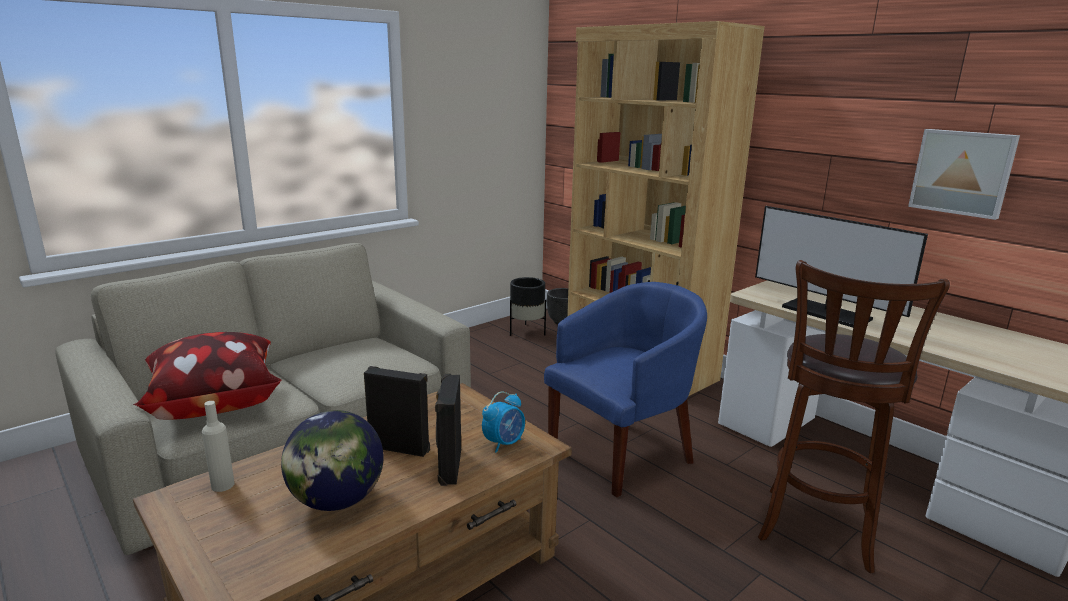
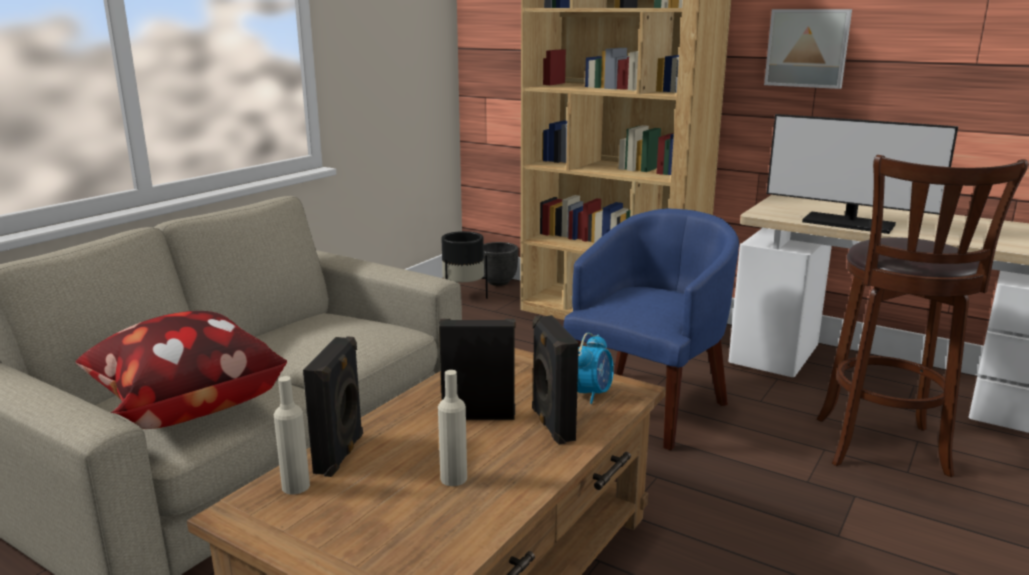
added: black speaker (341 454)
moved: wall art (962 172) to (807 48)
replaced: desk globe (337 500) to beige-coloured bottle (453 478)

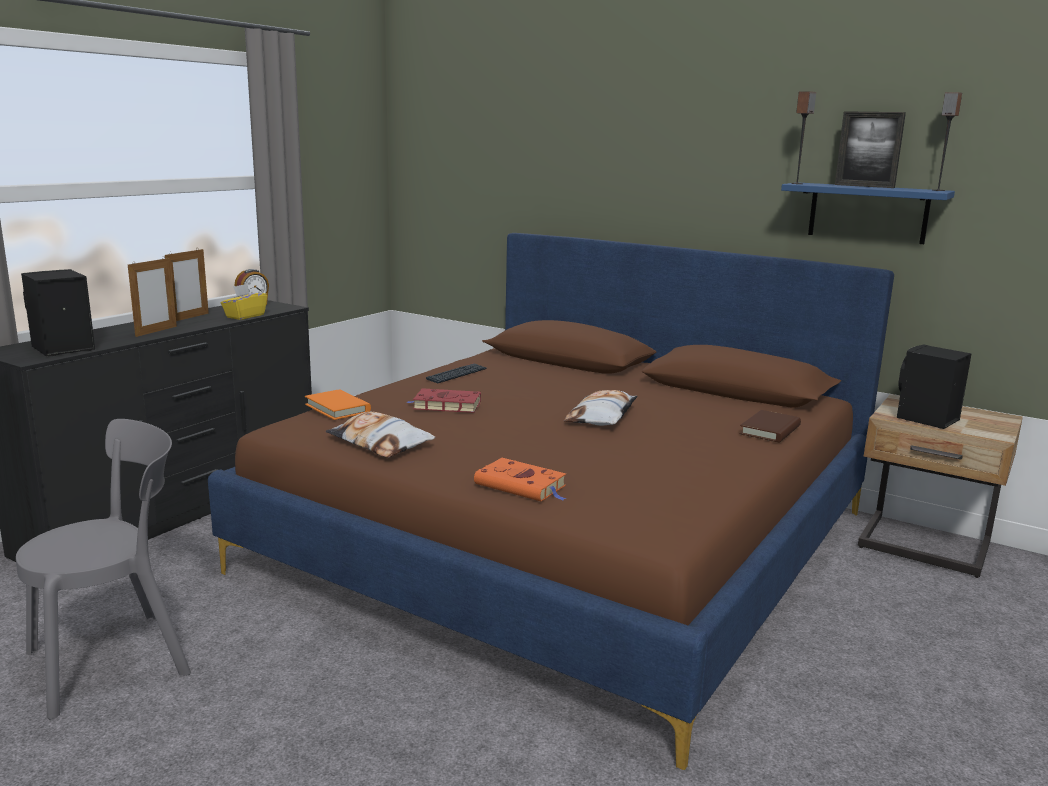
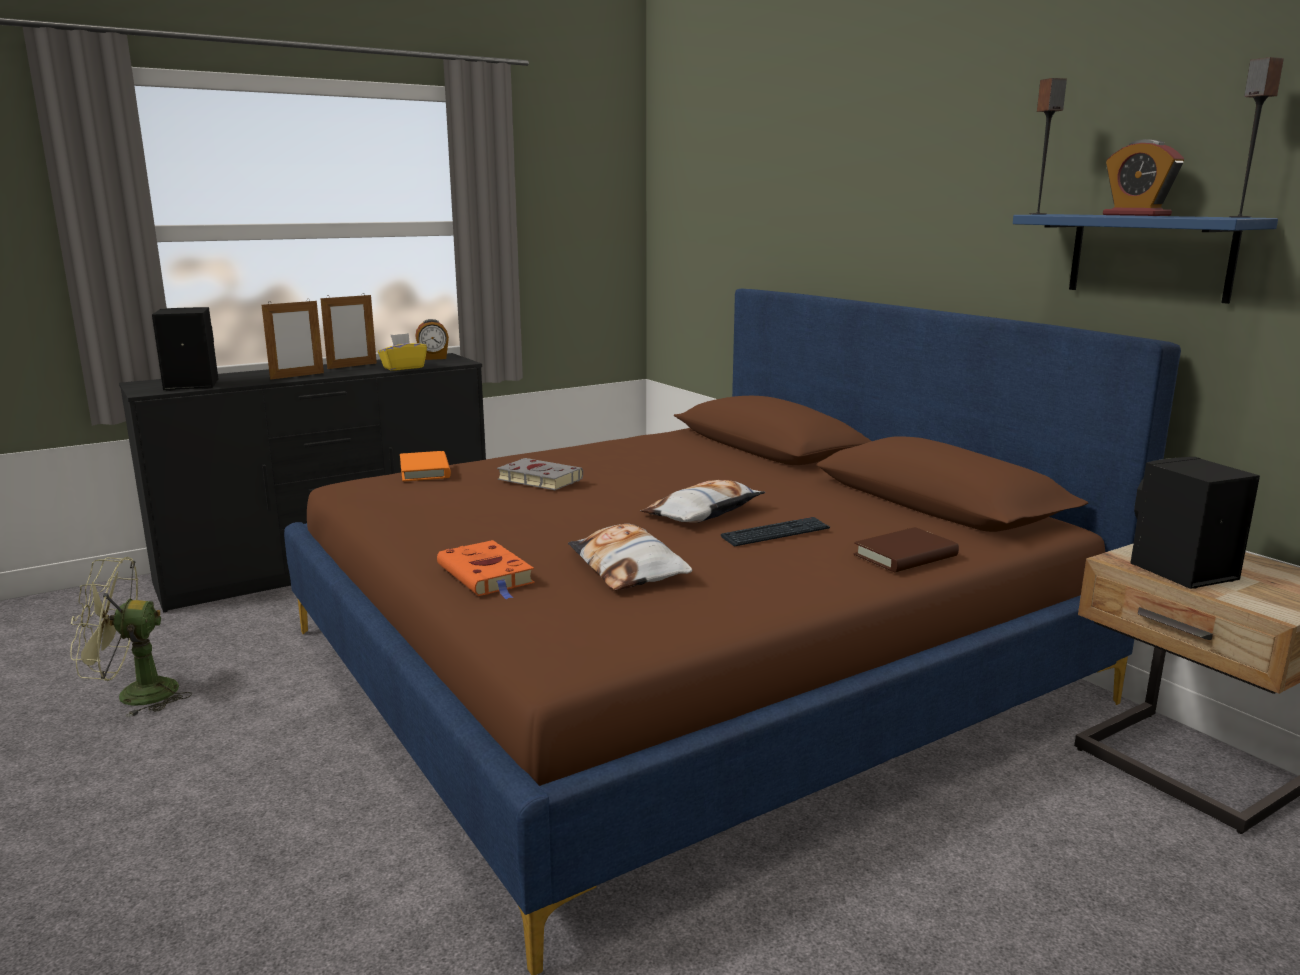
moved: pillow (380 443) to (628 568); keyboard (457 374) to (776 533)
replaced: grey plain chair (117 659) to green-coloured cooling fan (134 696); photo frame (864 186) to alarm clock (1136 215)
recoloured: red volume (445 405) to grey volume (537 479)

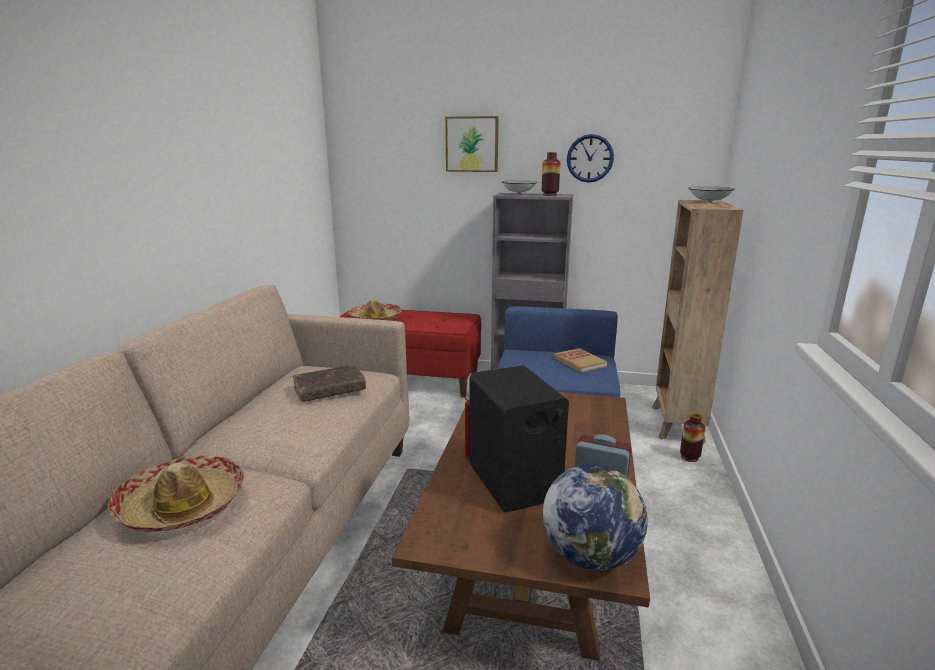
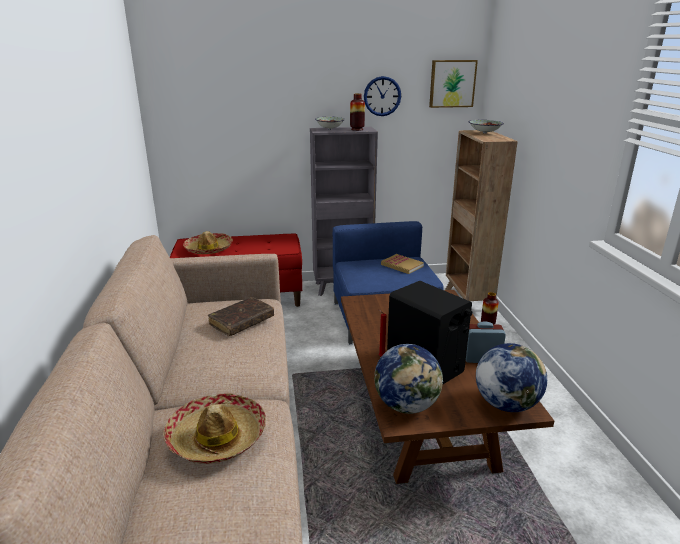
added: desk globe (407 405)
moved: wall art (472 144) to (452 83)

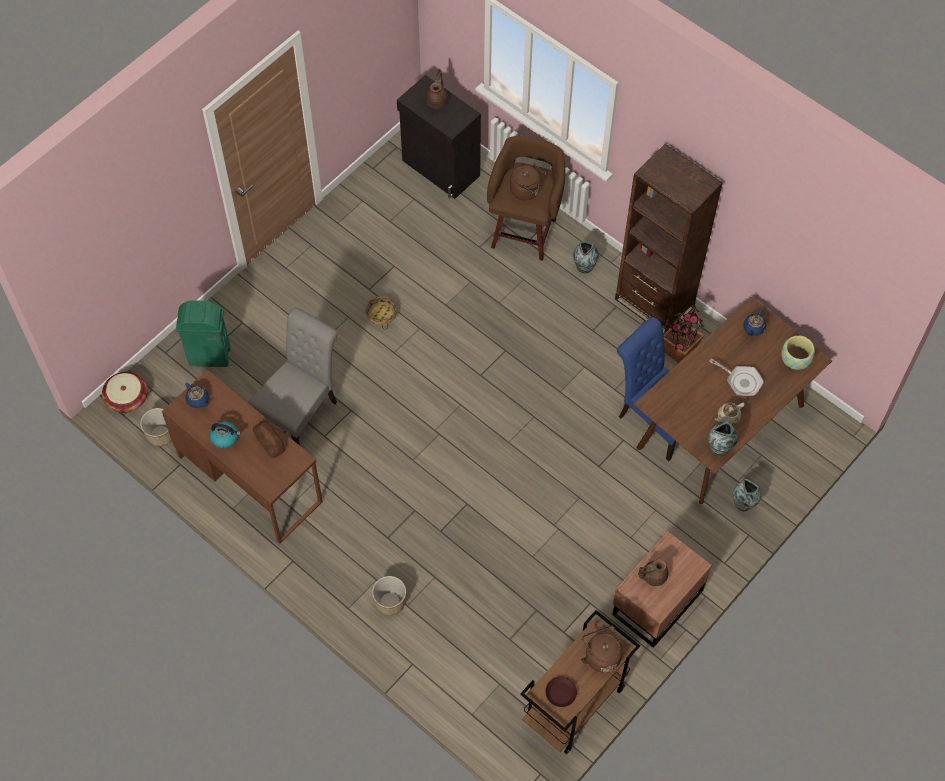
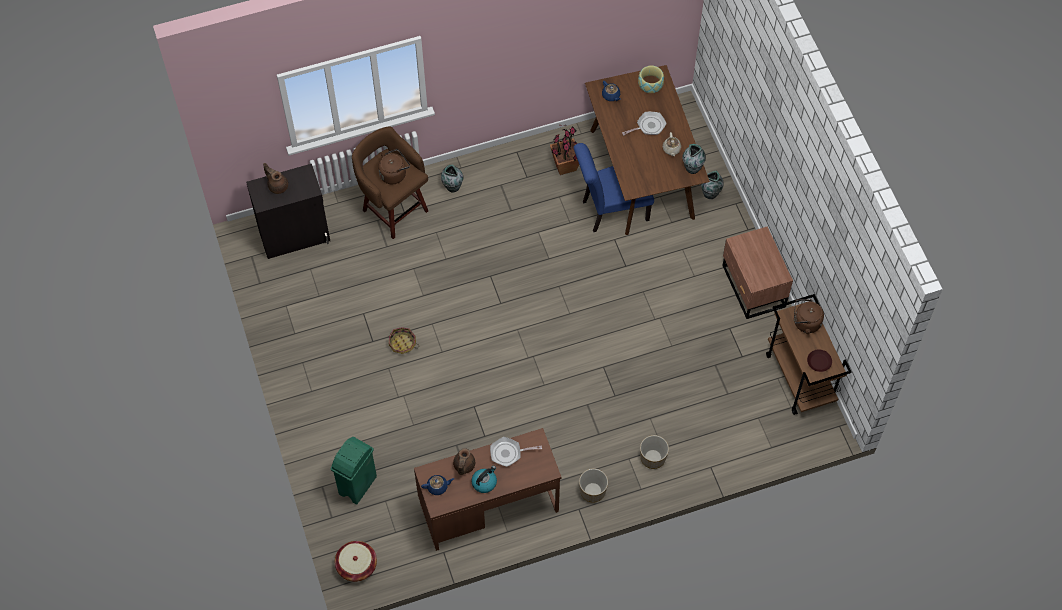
removed: grey plain chair (301 412); brownish shelving unit (654 303)
moved: brownish teapot (653 576) to (463 466); flower pot (160 434) to (593 491)
replaced: bakery bread (269 443) to skillet (508 453)

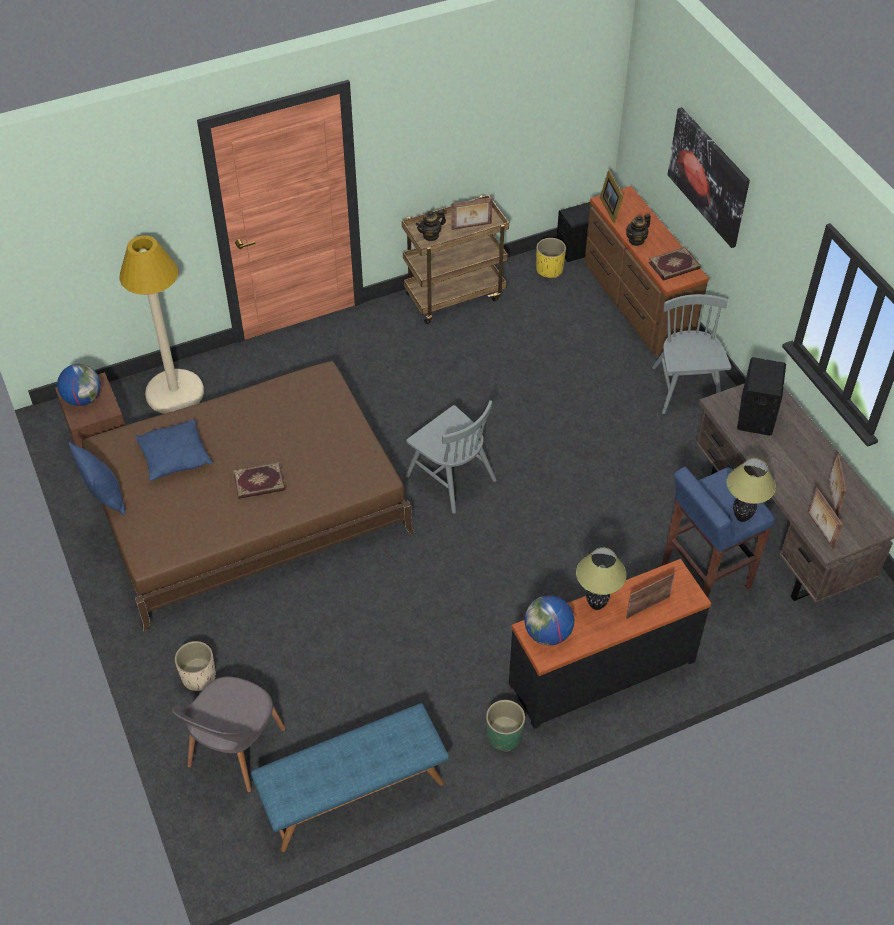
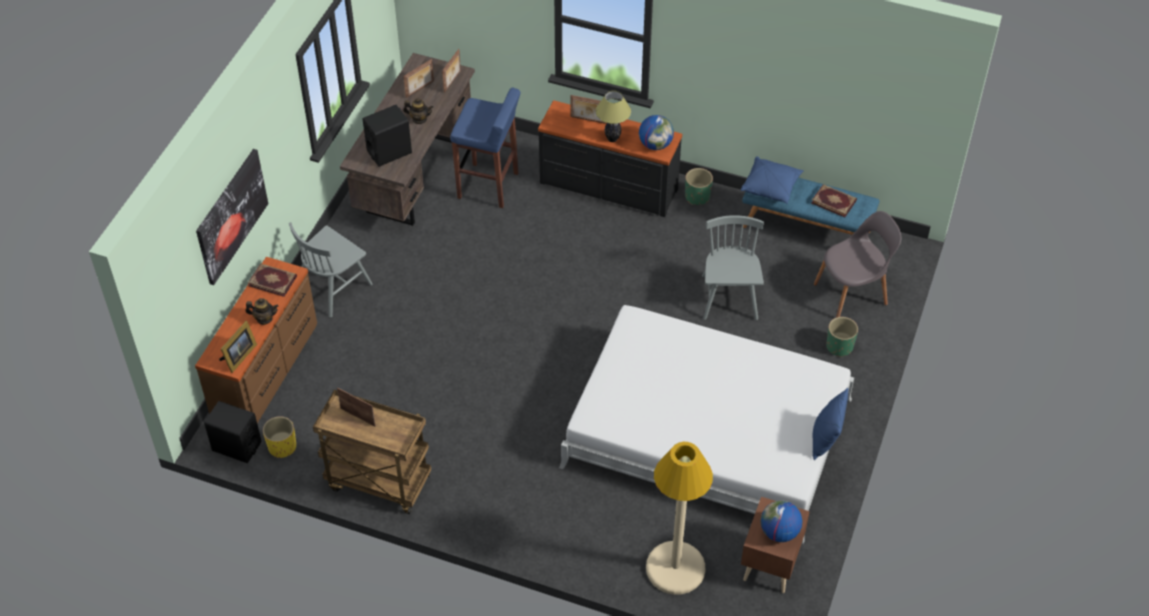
removed: tabletop lamp (742 517)
moved: teapot (431 236) to (419 119); grey plain chair (450 478) to (729 298); bluish pillow (174 457) to (771 186); volume (259 483) to (834 201)
recoloured: brownish sleeping bed (248 504) to whitish sleeping bed (707 433); beige-coloured flower pot (199 677) to green-coloured flower pot (839 346)

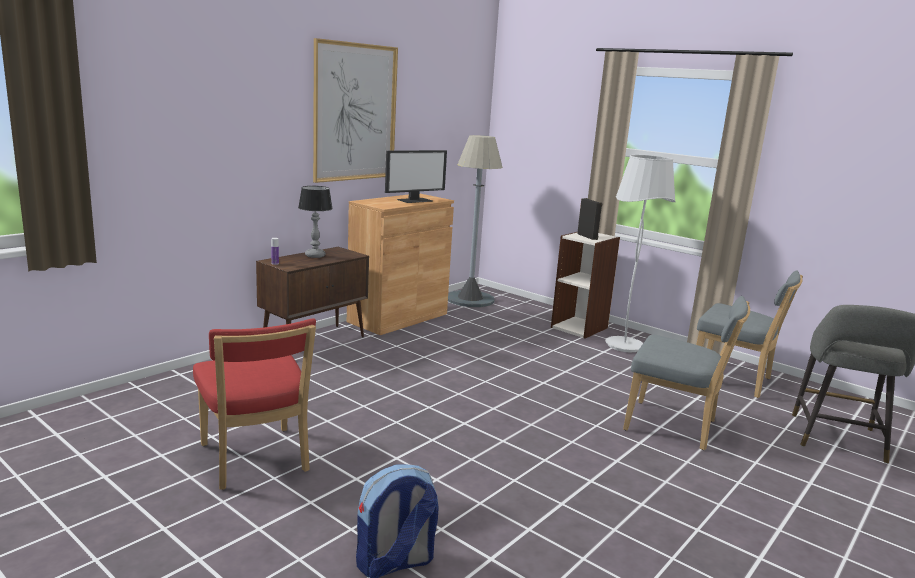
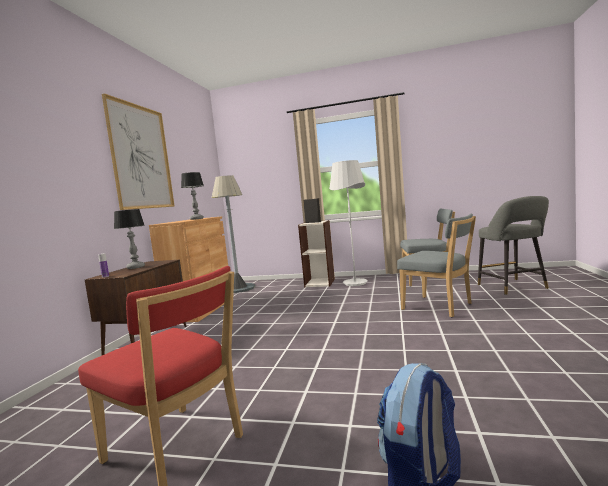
replaced: computer screen (415 200) to tabletop lamp (196 219)
turned: grey plain chair (675 427) = (440 307) 45 degrees clockwise

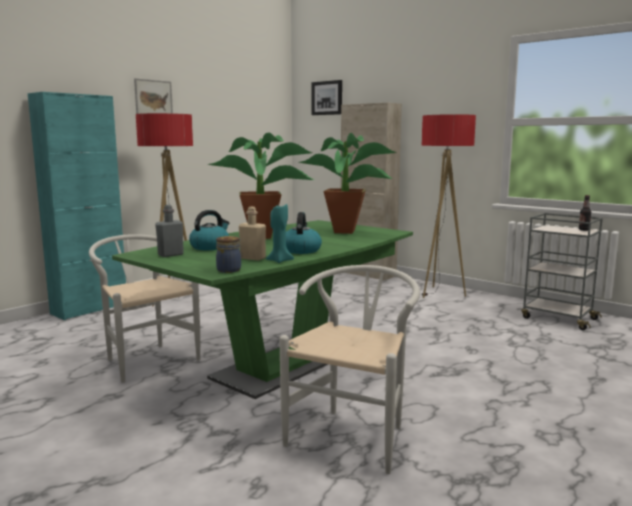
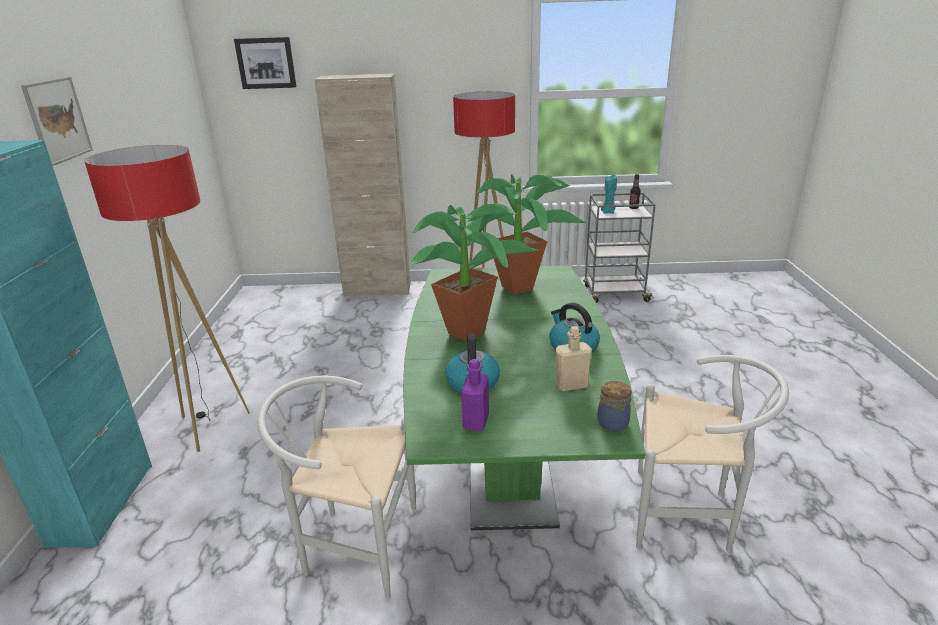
moved: blue-green wax candle (279 261) to (608 212)
recoloured: grey bottle (170 255) to purple bottle (476 422)
turned: whitish plain chair (354 434) = (690 515) 120 degrees clockwise

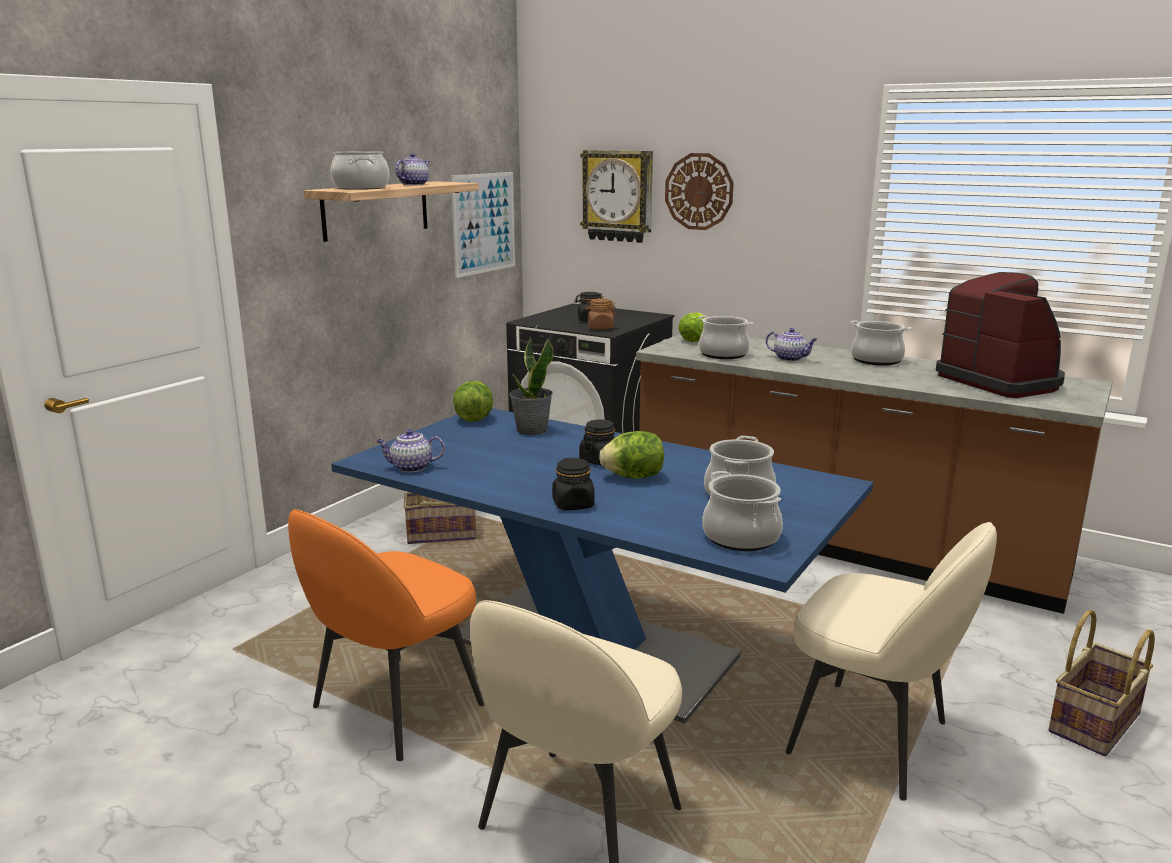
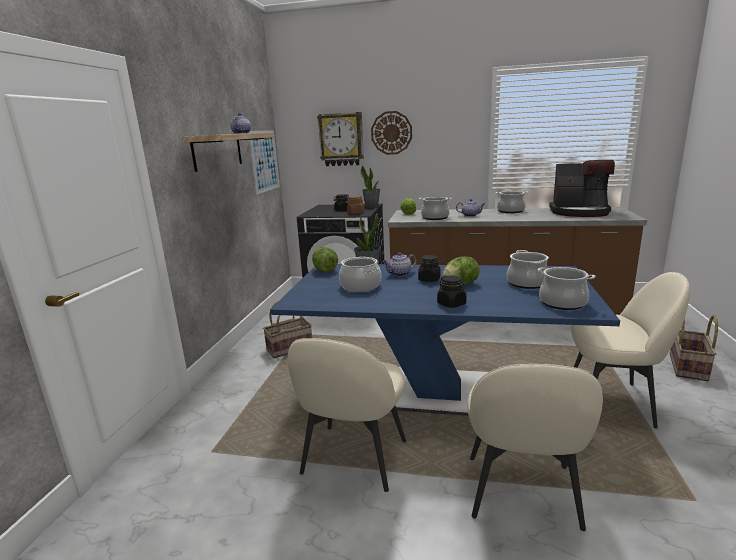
added: houseplant (371 206)
moved: cooking pot (361 188) to (361 286); teapot (411 467) to (399 274)
recoloured: orangey plain chair (394 708) to beige-coloured plain chair (353 459)
turned: coffee machine (1001 381) = (580 212) 150 degrees clockwise

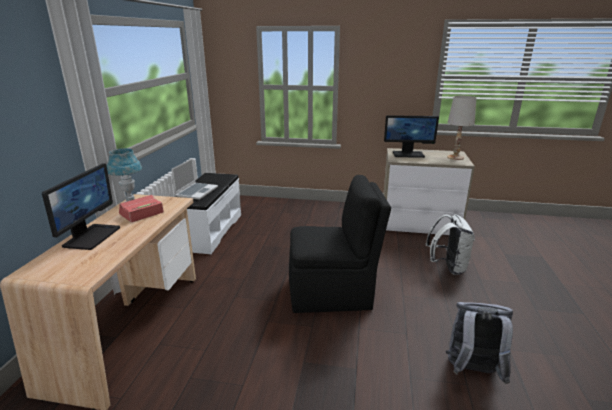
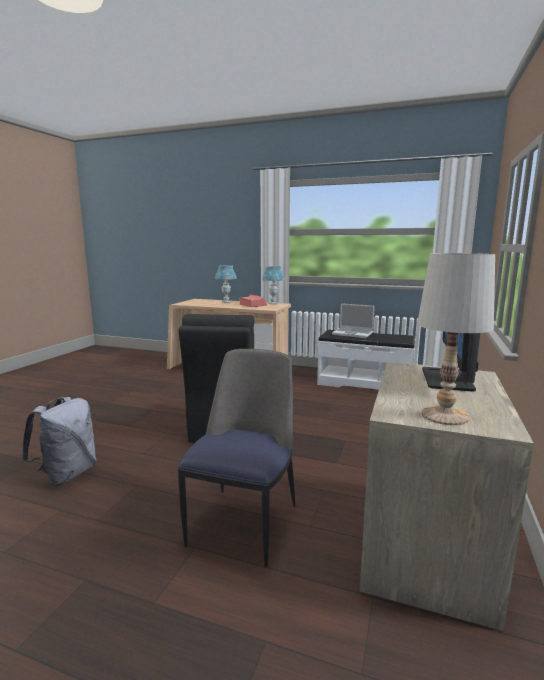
replaced: whitish rucksack (447 267) to plain chair (244 522); computer screen (91 236) to bluish tabletop lamp (226 302)

